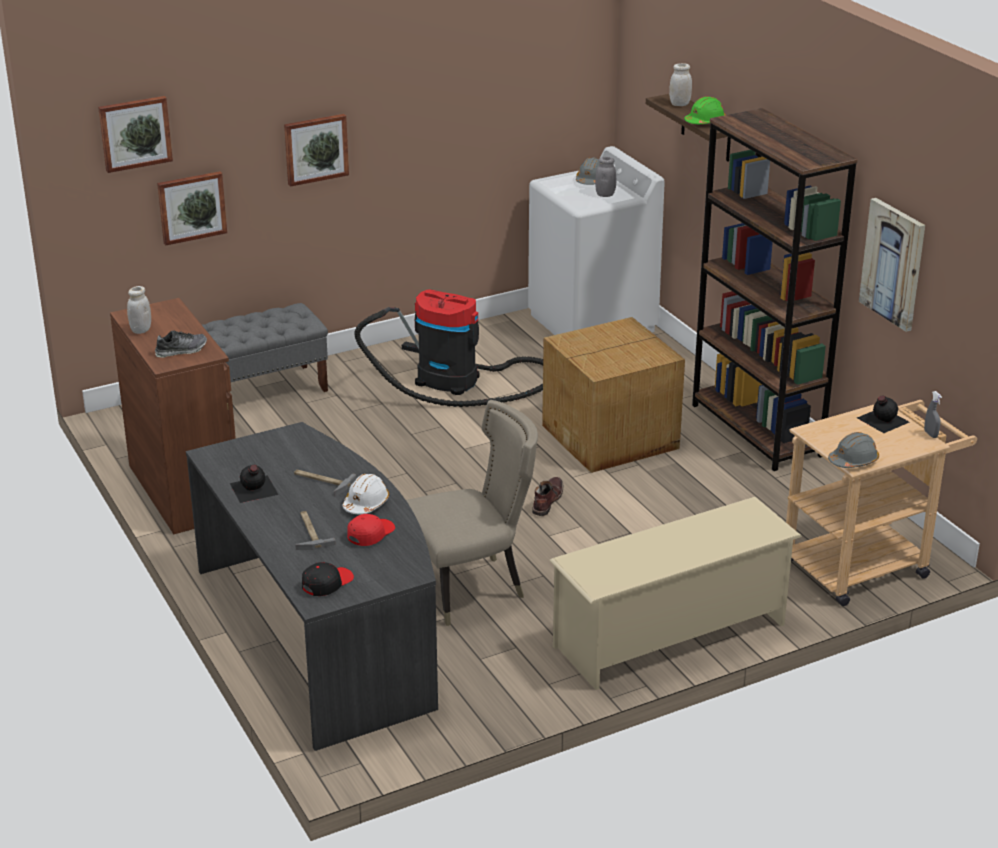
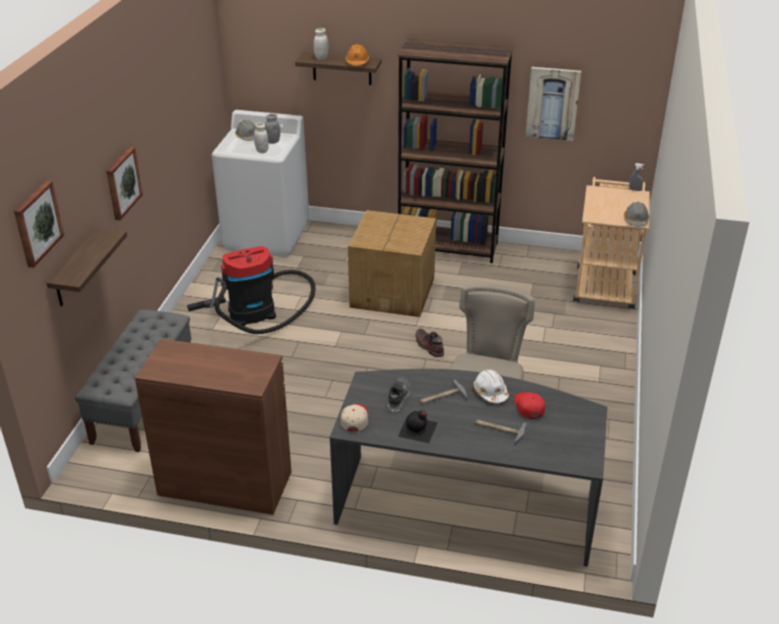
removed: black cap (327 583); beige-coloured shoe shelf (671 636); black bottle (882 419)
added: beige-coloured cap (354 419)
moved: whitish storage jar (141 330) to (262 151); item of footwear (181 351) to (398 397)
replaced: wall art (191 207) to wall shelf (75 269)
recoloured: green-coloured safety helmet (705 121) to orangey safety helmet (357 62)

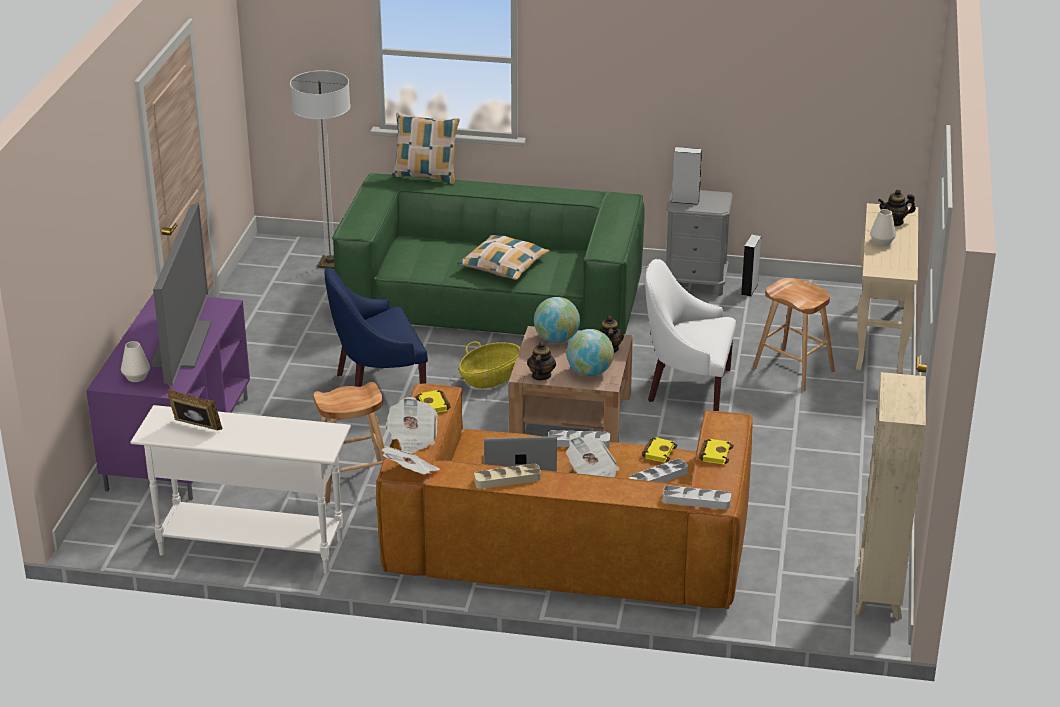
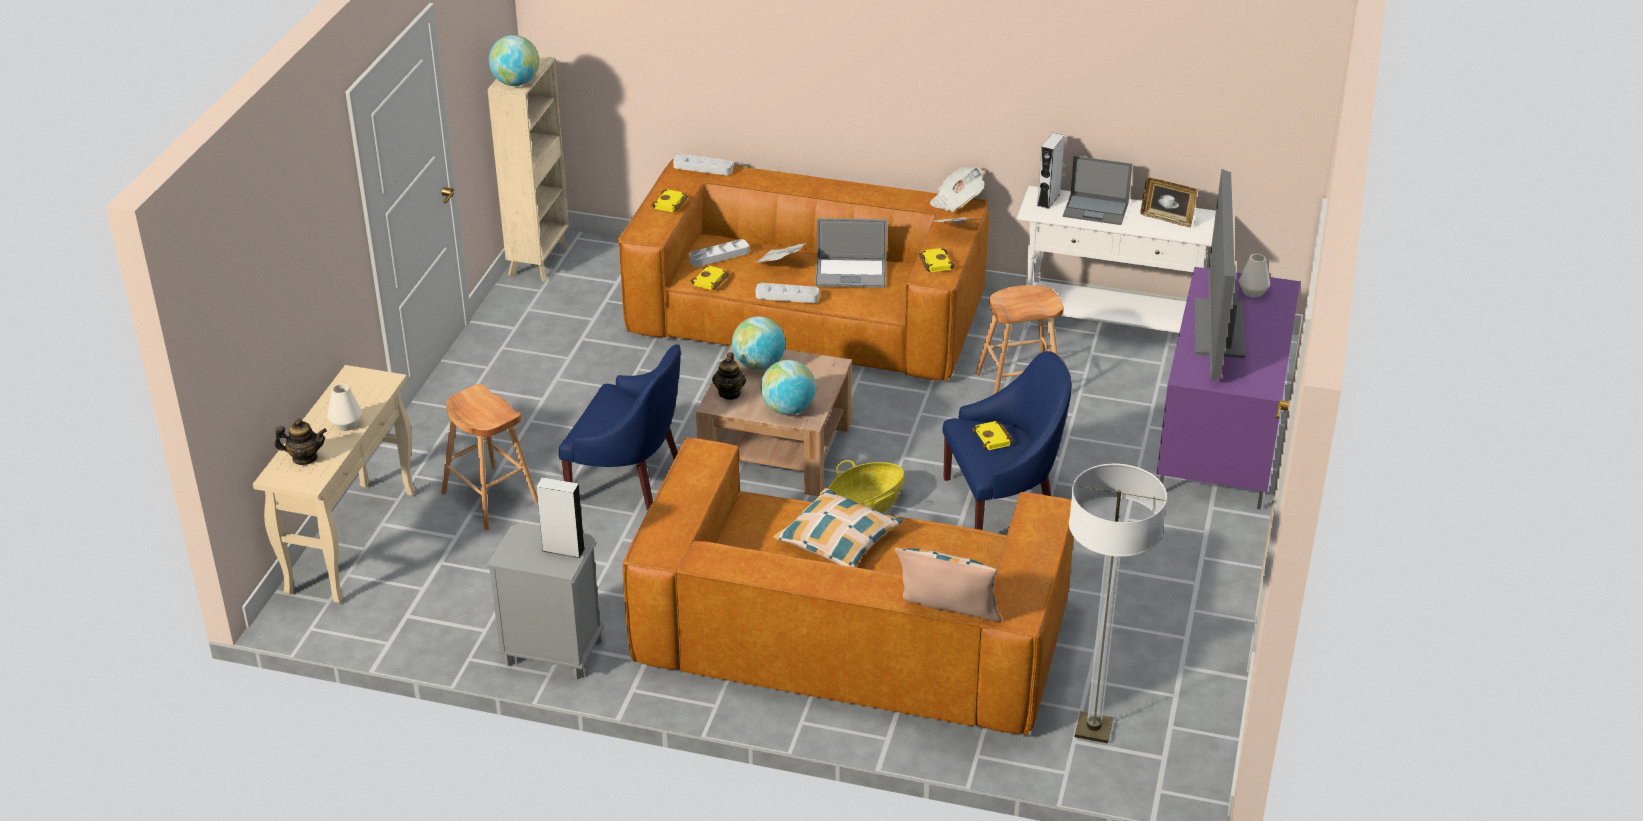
removed: beige-coloured serving tray (507 479); teapot (541 376)
added: desk globe (516 83); yellow-coloured volume (994 438); portable computer (1096 210)
moved: grey speaker (749 289) to (1048 199)
recoloured: whitish lounge chair (687 387) to bluish lounge chair (629 480); green-coloured sofa (492 301) to brownish sofa (850 635)

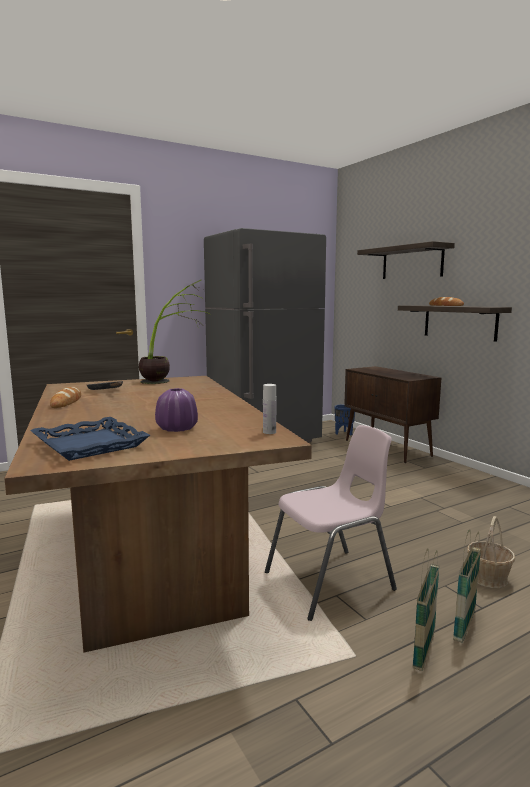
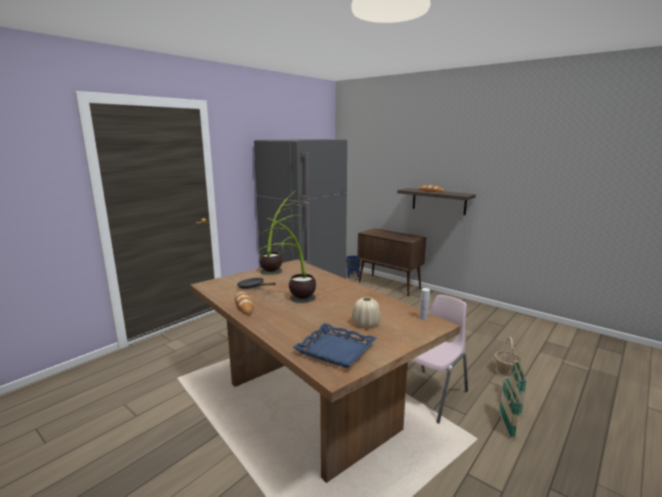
removed: wall shelf (412 262)
added: houseplant (292 303)
recoloured: purple vase (177 429) to beige-coloured vase (366 324)

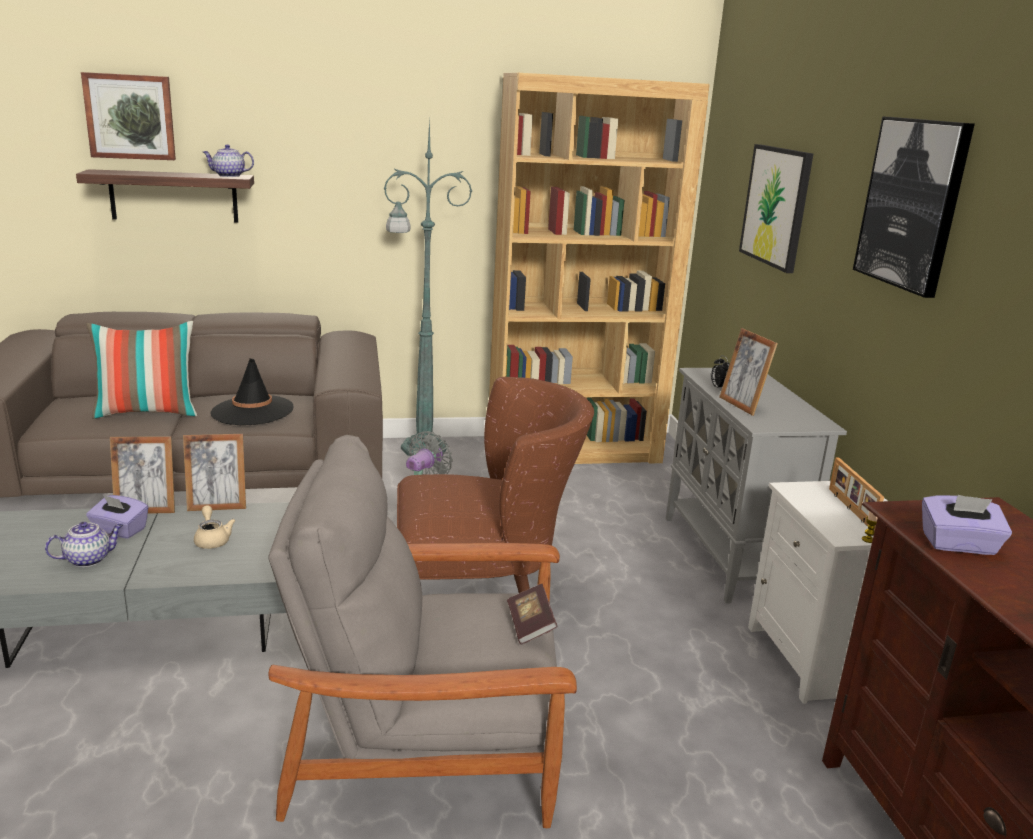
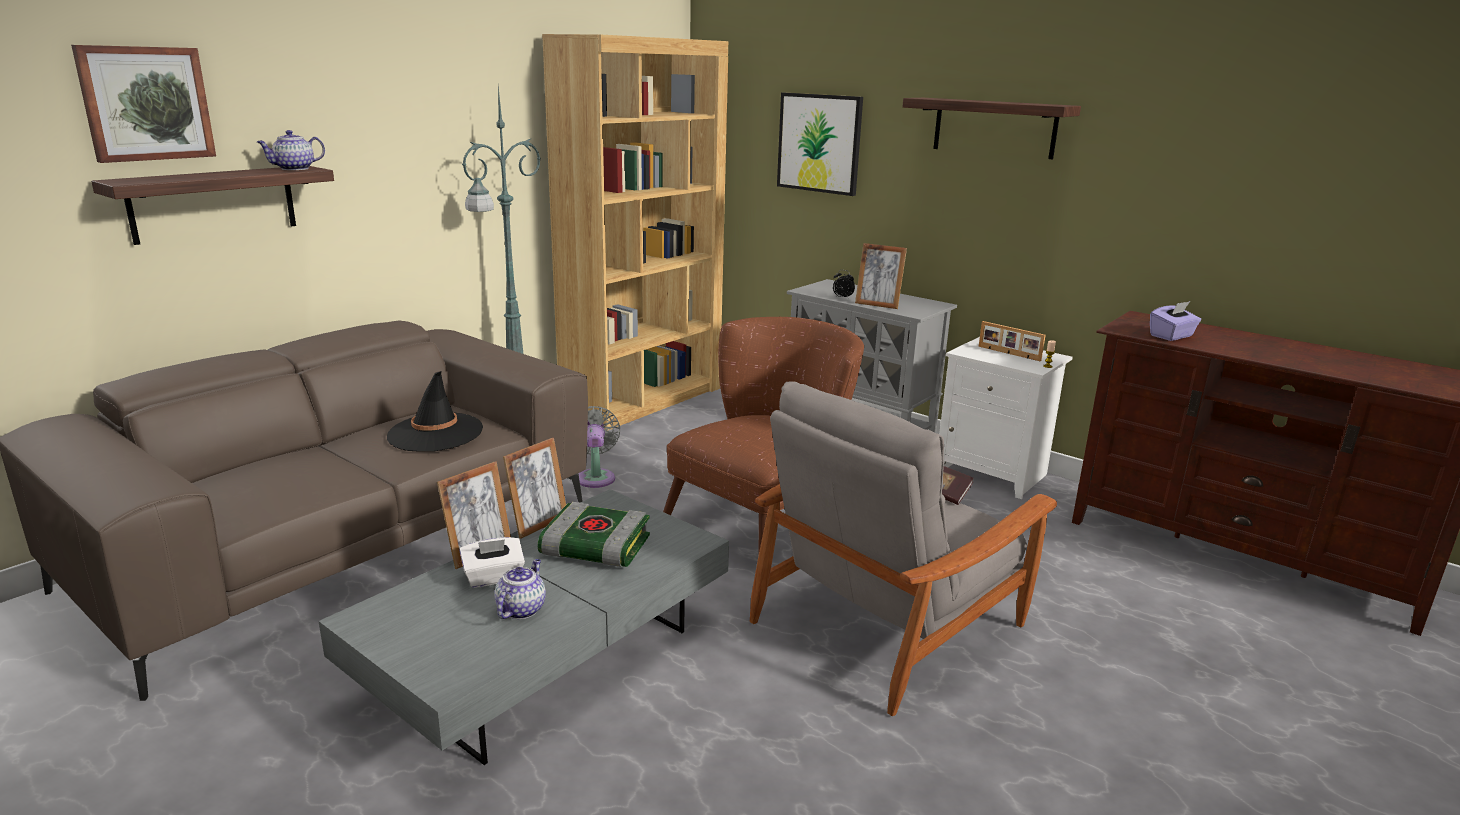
removed: pillow (147 413)
replaced: beige-coloured teapot (212 539) to volume (594 548); wall art (912 204) to wall shelf (994 127)
recoloured: purple box of tissues (119 530) to whitish box of tissues (494 578)

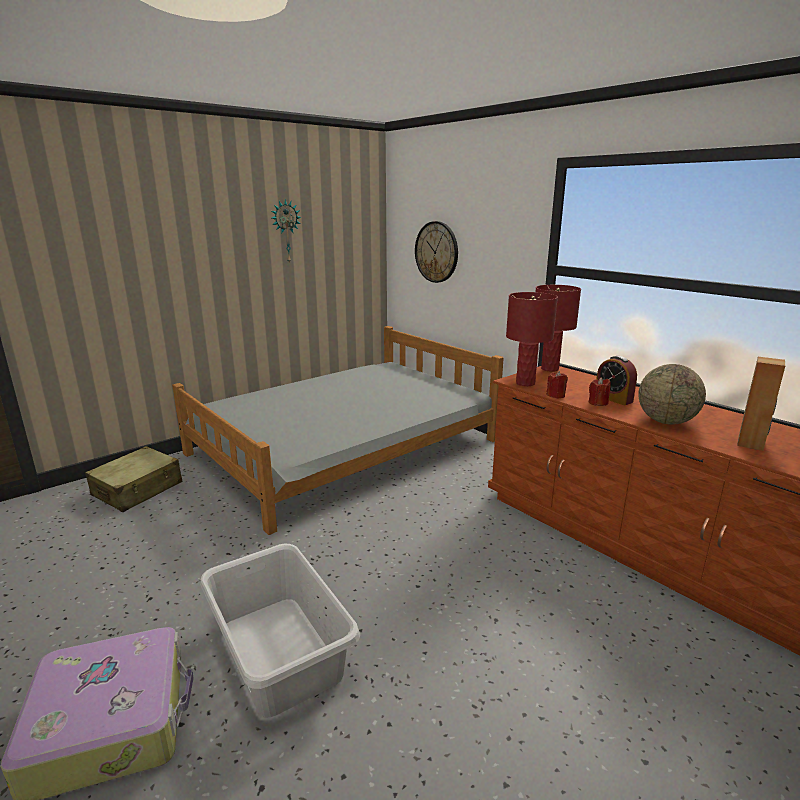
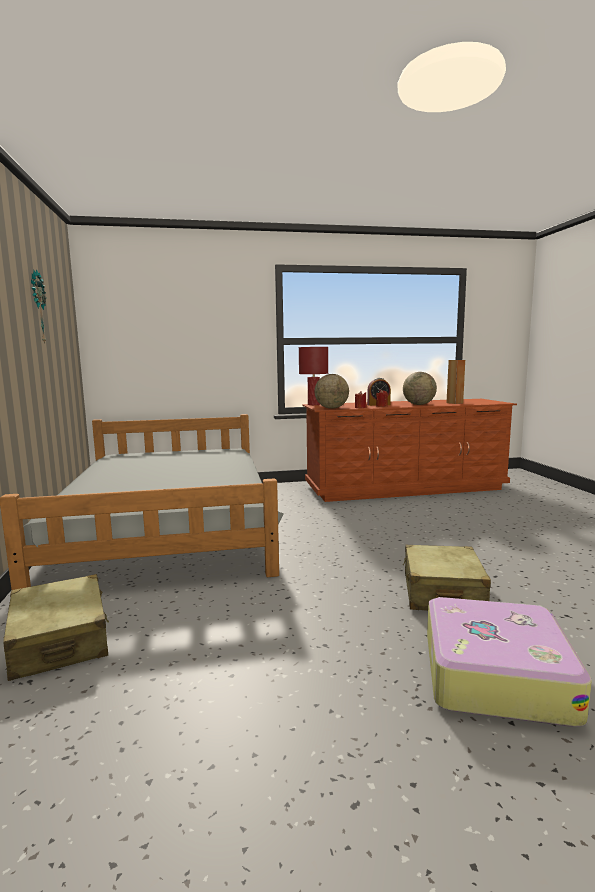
removed: clock on the wall (436 252)
replaced: red tabletop lamp (525 383) to desk globe (331 408); grey laundry basket (278 652) to beige-coloured piece of luggage (442 593)

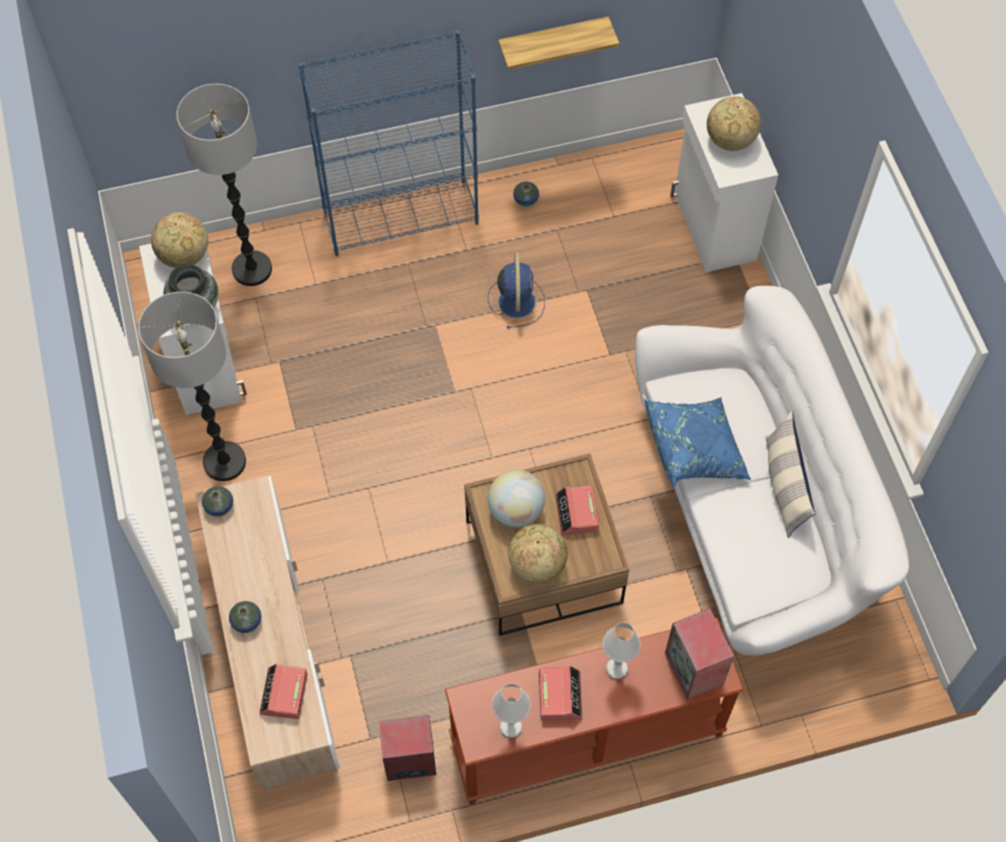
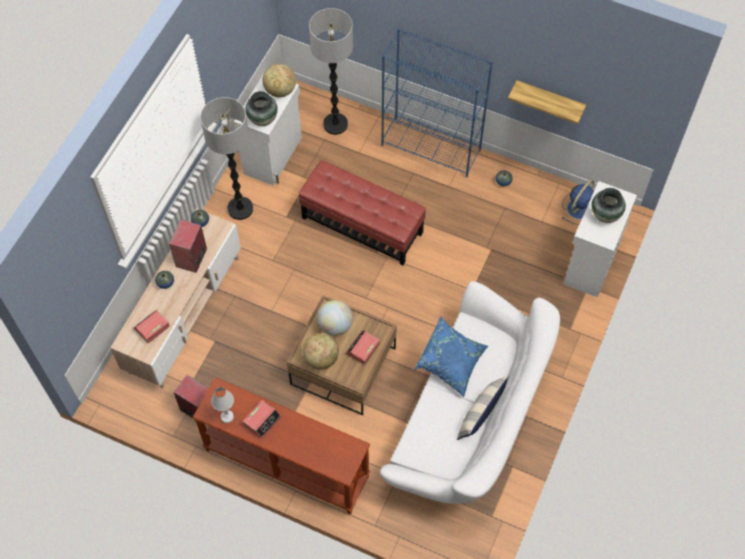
removed: whitish tabletop lamp (616 669)
added: red footrest (362 225)
moved: speaker (695 669) to (191 258); bluish cooling fan (516 300) to (579 208)
replaced: desk globe (730 140) to vase (605 215)

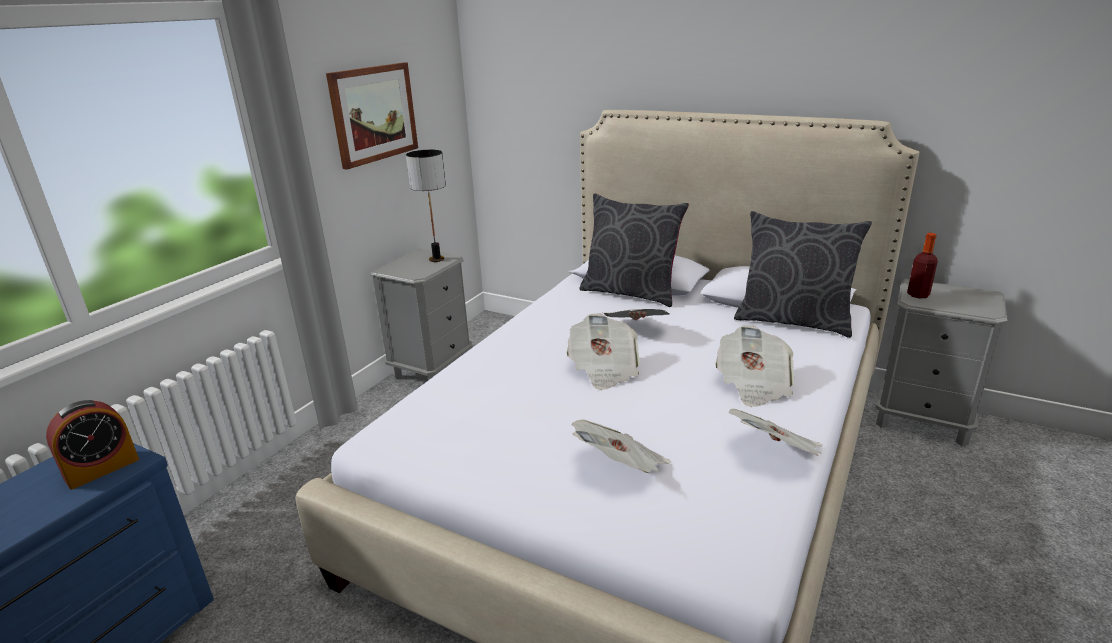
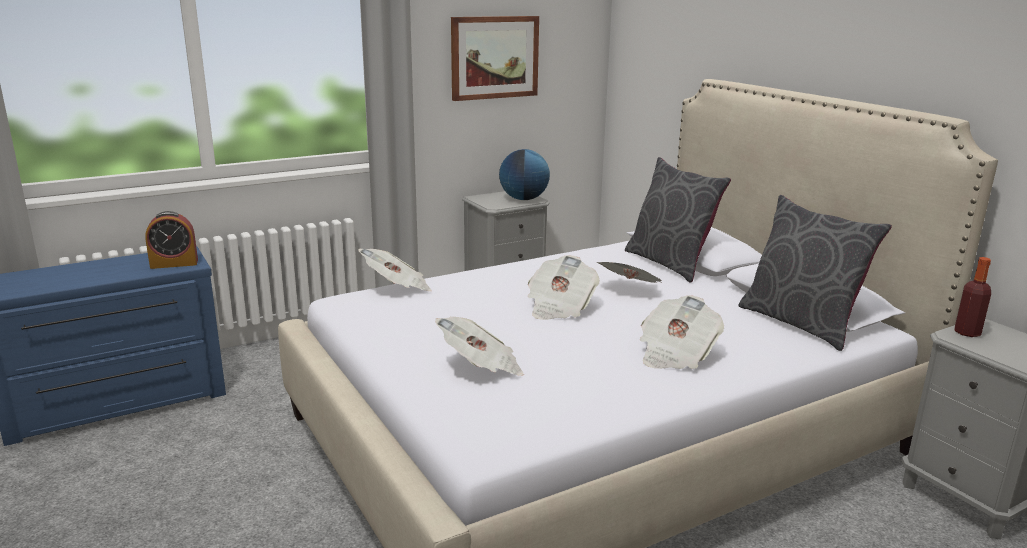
moved: daily paper (777 453) to (397 287)
replaced: tabletop lamp (436 259) to desk globe (524 199)

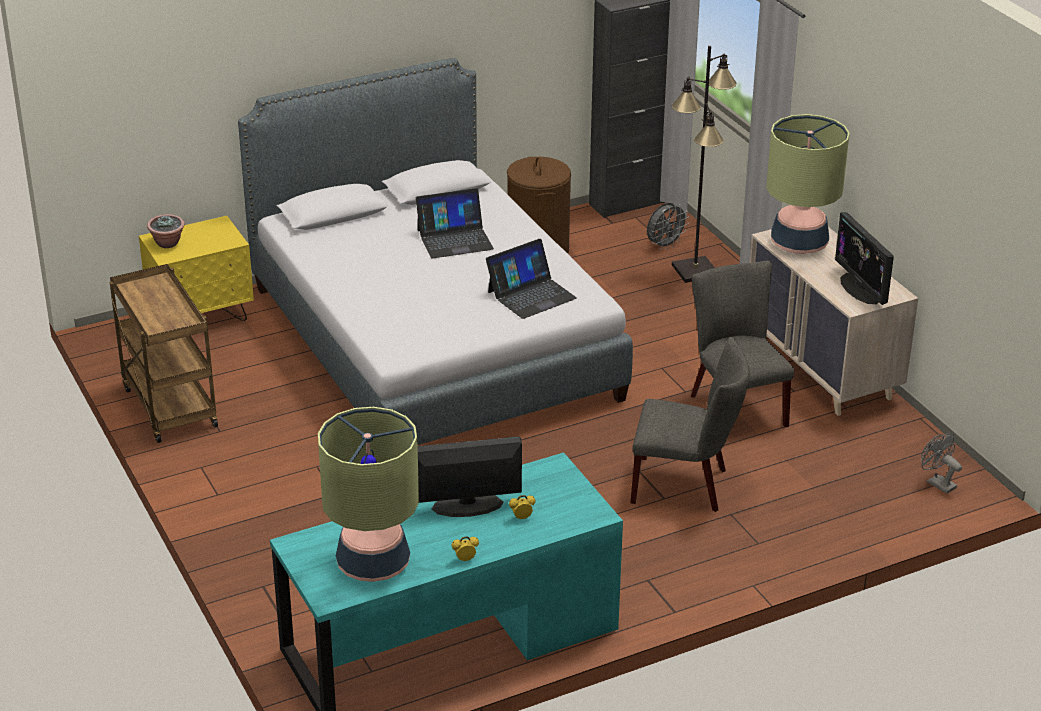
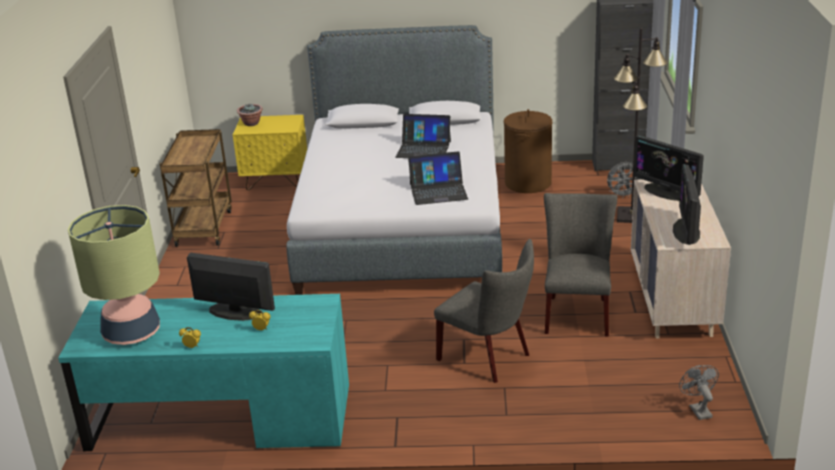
replaced: tabletop lamp (799 243) to computer screen (666 192)

